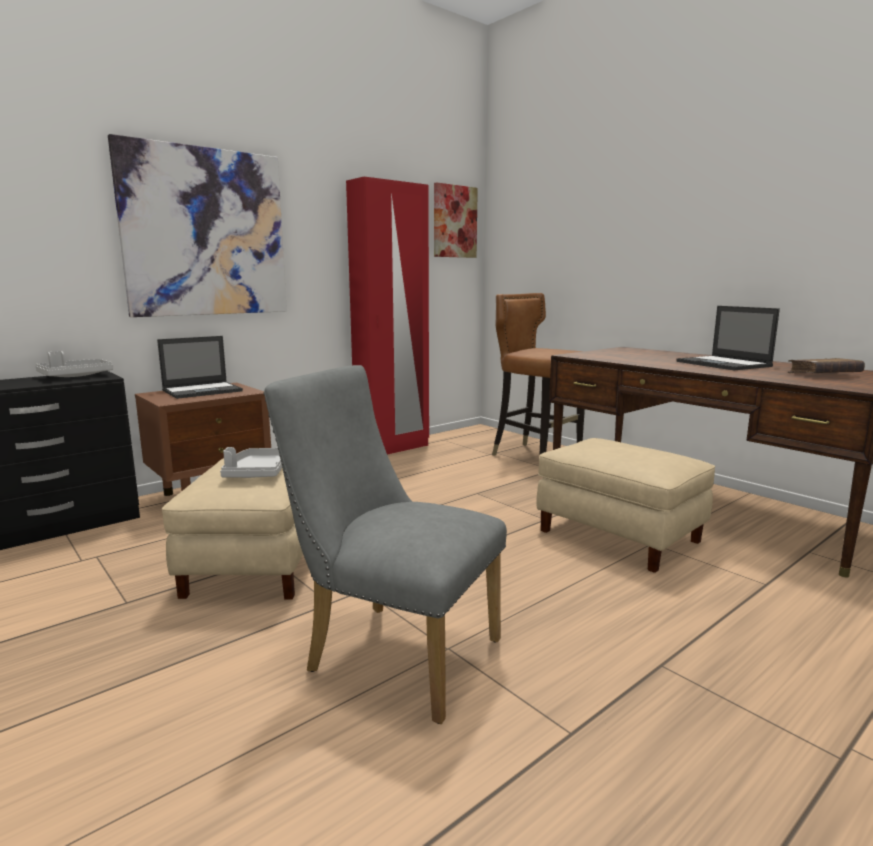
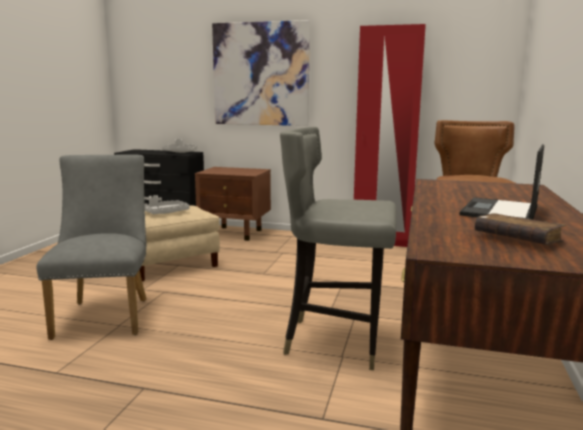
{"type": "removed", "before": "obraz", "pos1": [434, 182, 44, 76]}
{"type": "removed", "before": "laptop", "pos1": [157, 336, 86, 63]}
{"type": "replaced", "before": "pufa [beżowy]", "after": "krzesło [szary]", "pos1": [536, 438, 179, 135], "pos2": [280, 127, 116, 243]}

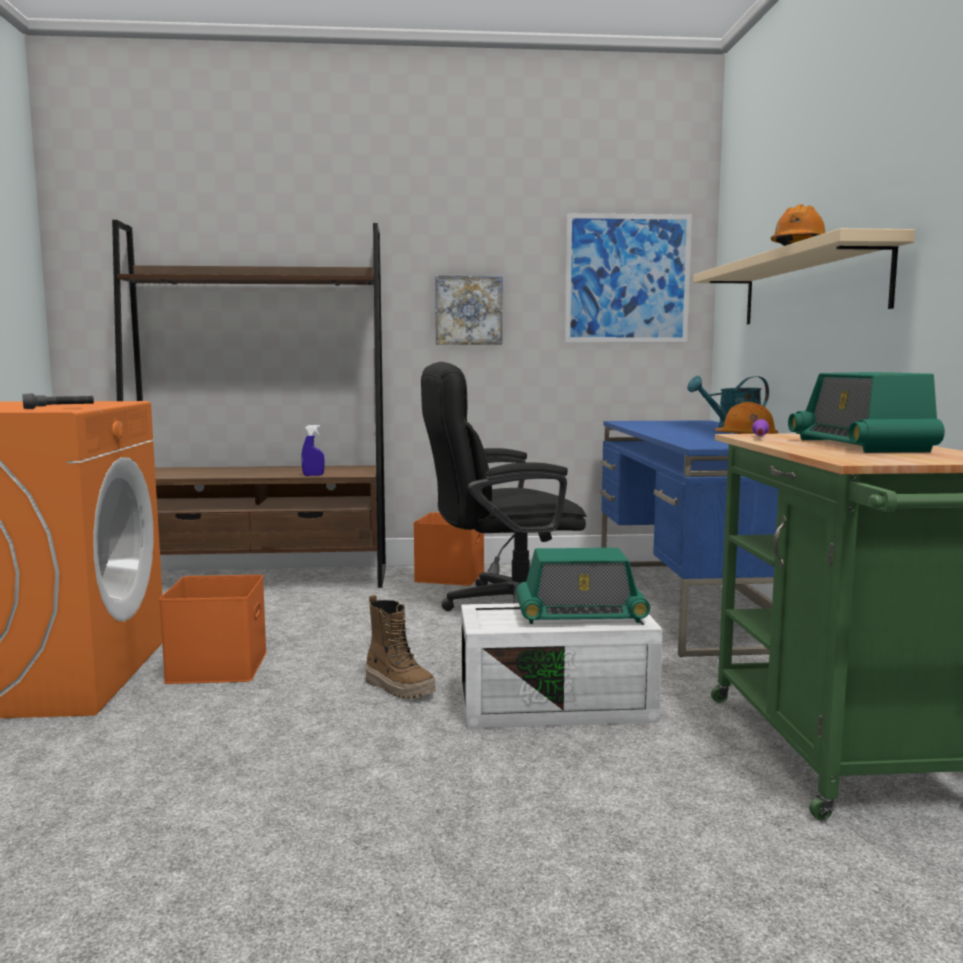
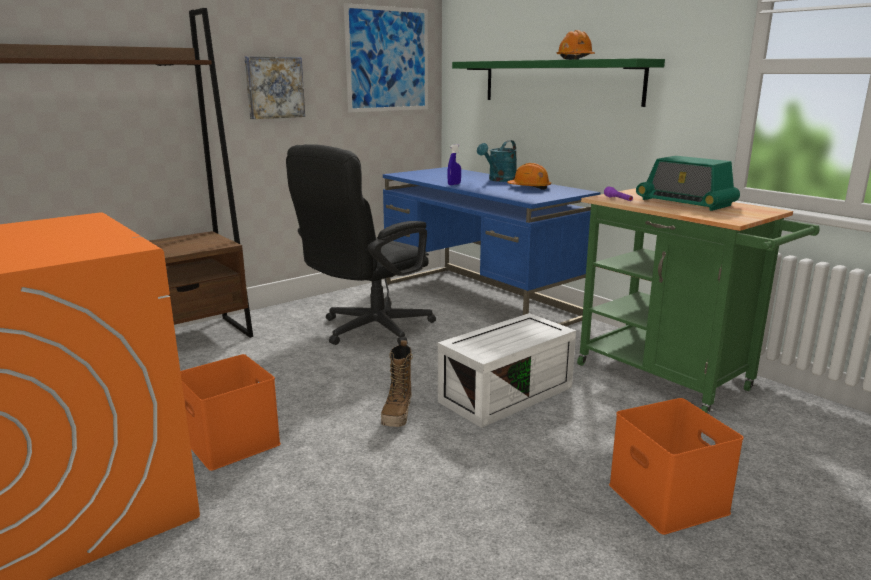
{"type": "recoloured", "before": "półka [beżowy]", "after": "półka [zielony]", "pos1": [693, 228, 222, 96], "pos2": [452, 58, 213, 49]}
{"type": "removed", "before": "latarka [szary]", "pos1": [23, 393, 71, 16]}
{"type": "moved", "before": "spryskiwacz [niebieski]", "pos1": [302, 425, 22, 51], "pos2": [447, 144, 14, 41]}
{"type": "moved", "before": "pojemnik do przechowywania [pomarańczowy]", "pos1": [413, 512, 71, 74], "pos2": [609, 398, 135, 137]}
{"type": "removed", "before": "radio", "pos1": [516, 548, 134, 76]}
{"type": "turned", "before": "but z cholewką", "pos1": [365, 595, 70, 105], "pos2": [381, 340, 32, 87], "turn": 90}

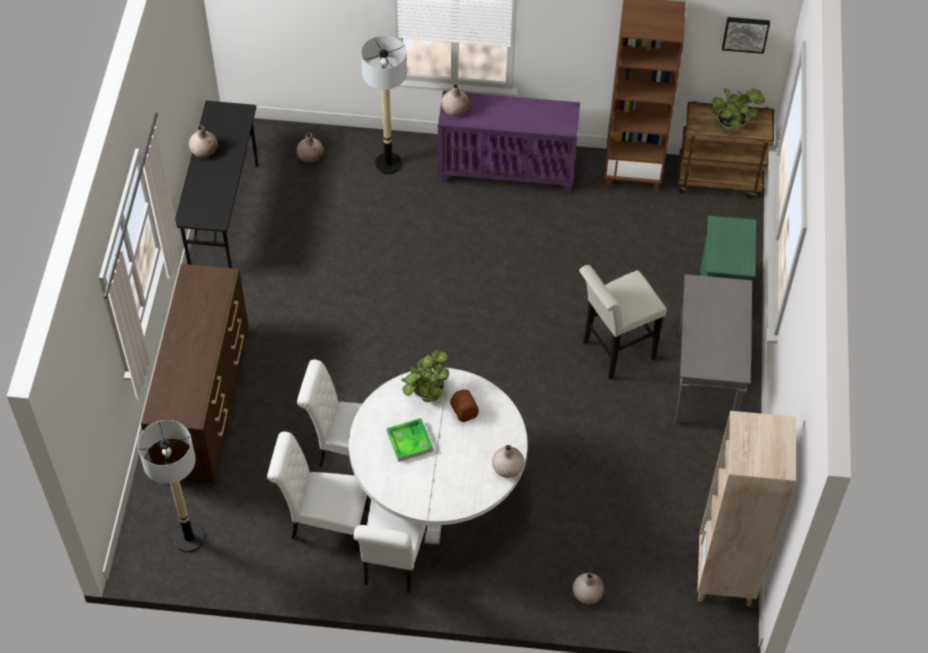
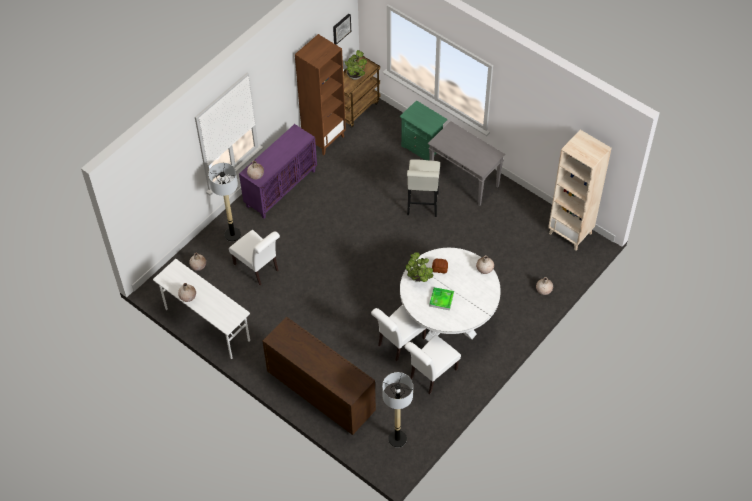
{"type": "recoloured", "before": "biurko [czarny]", "after": "biurko [biały]", "pos1": [175, 101, 84, 167], "pos2": [153, 259, 97, 100]}
{"type": "moved", "before": "krzesło [biały]", "pos1": [353, 499, 74, 94], "pos2": [229, 230, 51, 55]}

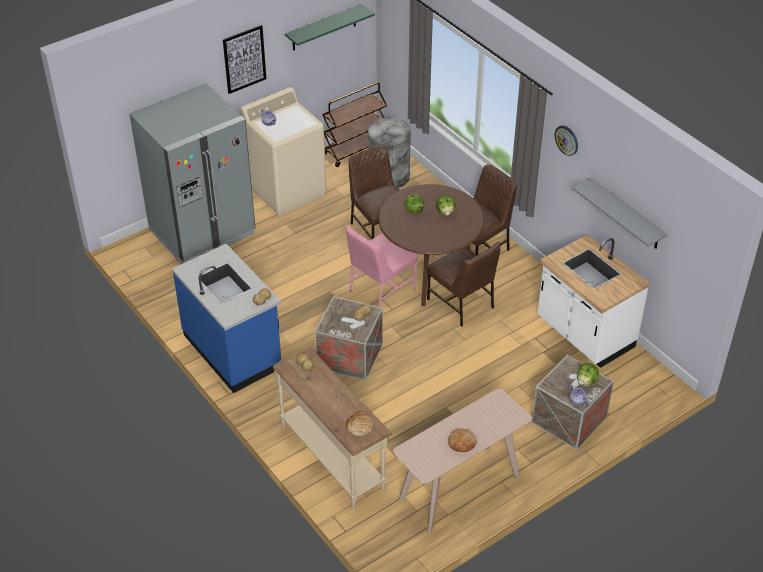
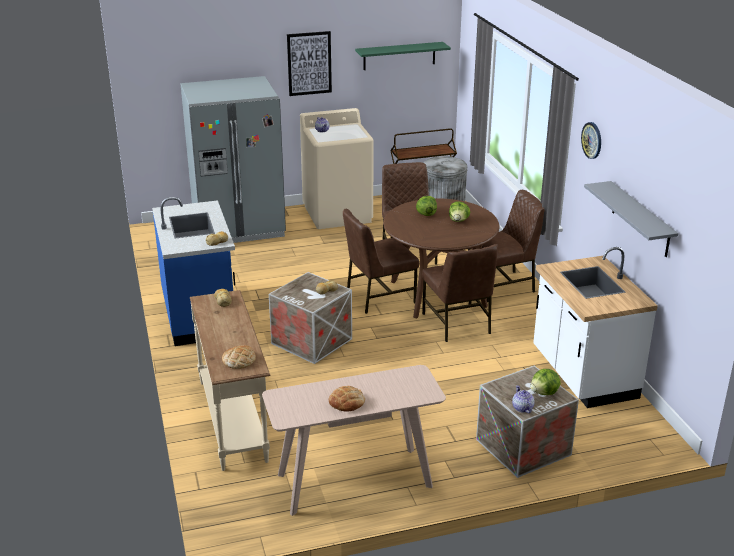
{"type": "recoloured", "before": "krzesło [różowy]", "after": "krzesło [brązowy]", "pos1": [346, 226, 72, 82], "pos2": [343, 209, 76, 105]}

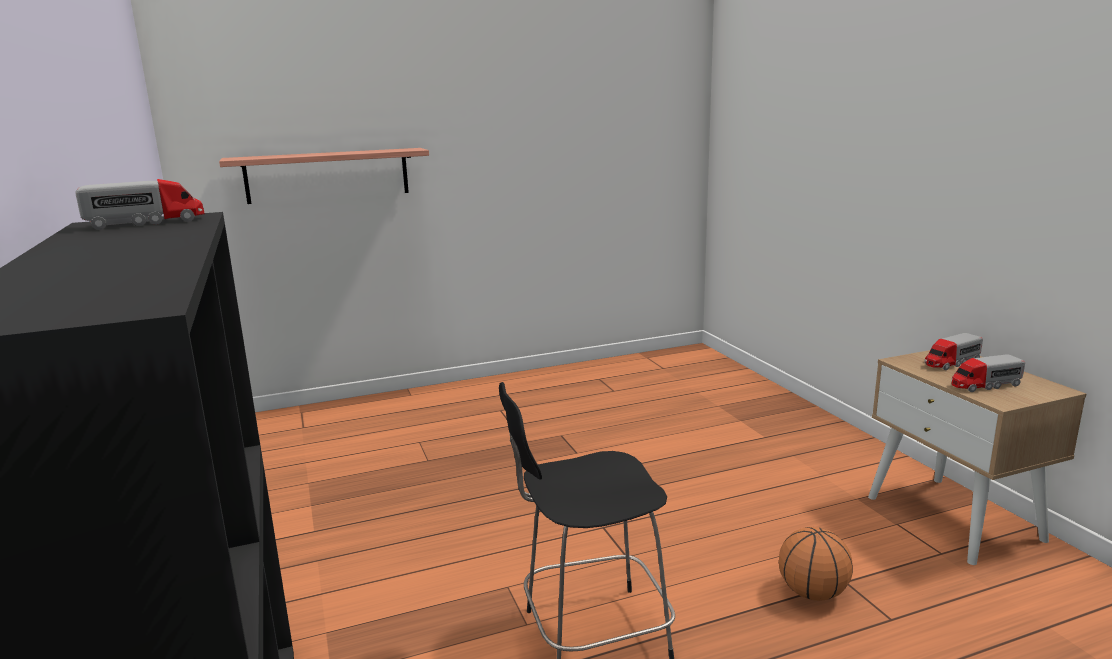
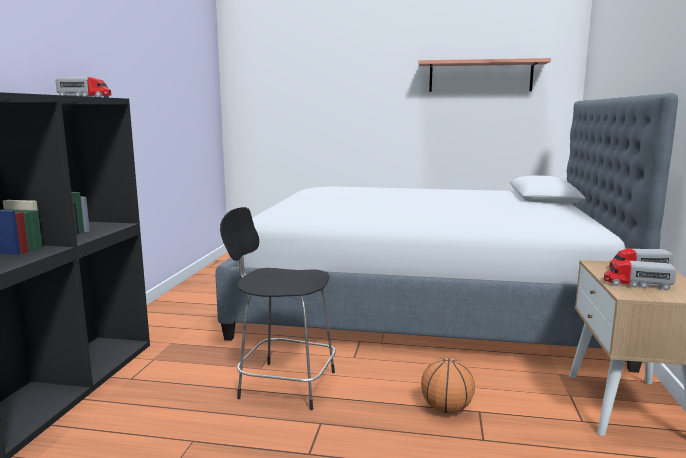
{"type": "moved", "before": "półka", "pos1": [219, 148, 210, 56], "pos2": [419, 58, 132, 34]}
{"type": "added", "after": "łóżko", "pos2": [216, 93, 462, 280]}

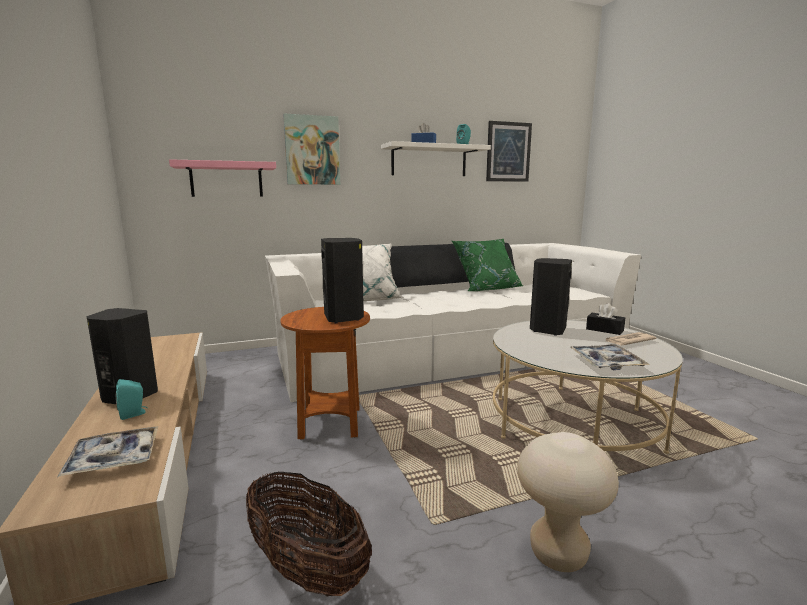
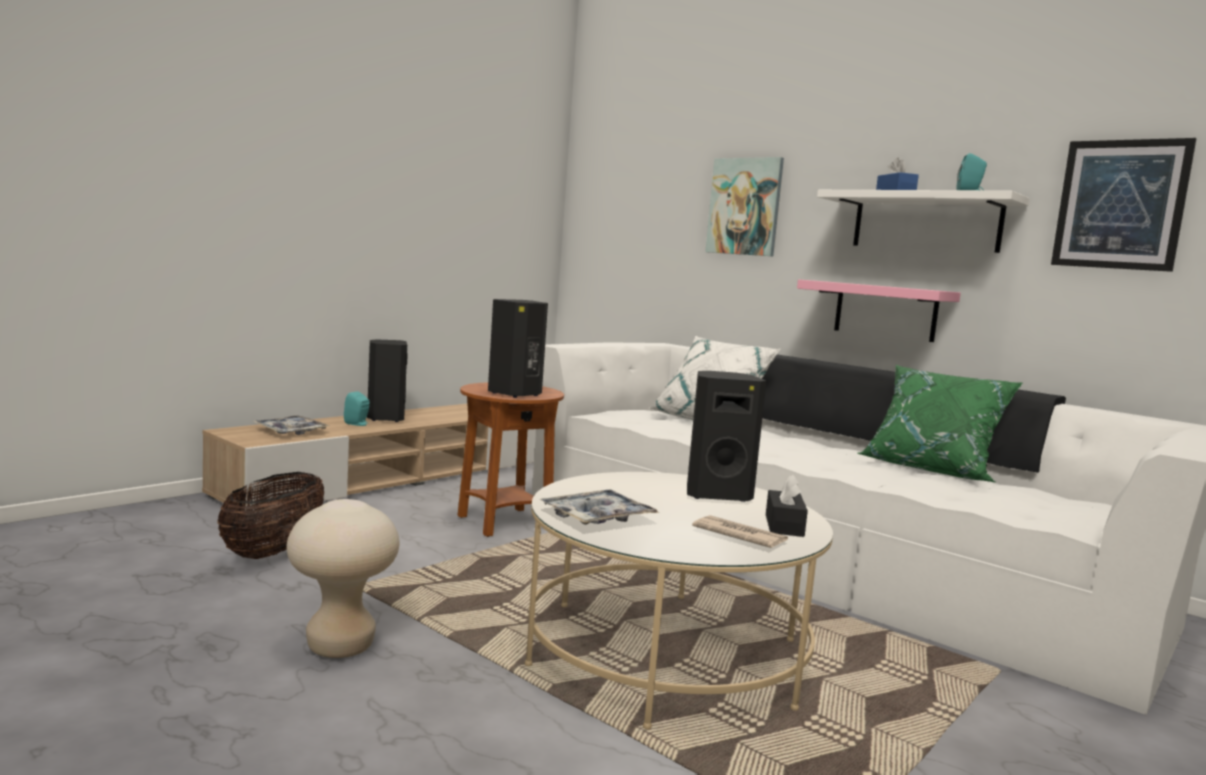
{"type": "moved", "before": "półka [różowy]", "pos1": [169, 159, 107, 38], "pos2": [797, 279, 164, 63]}

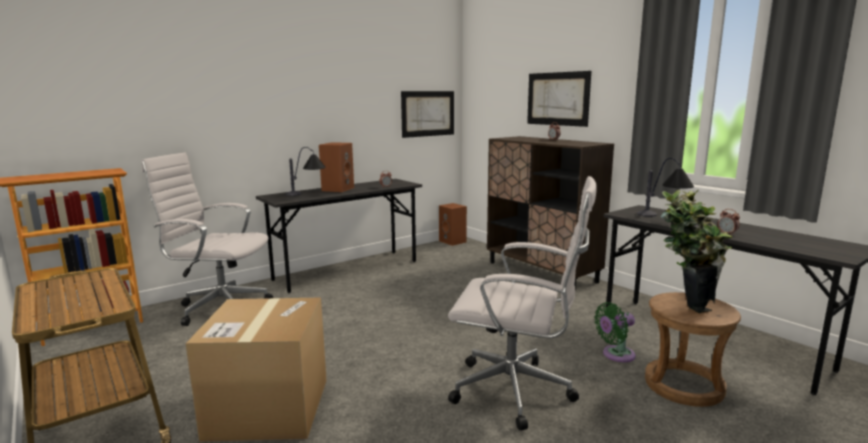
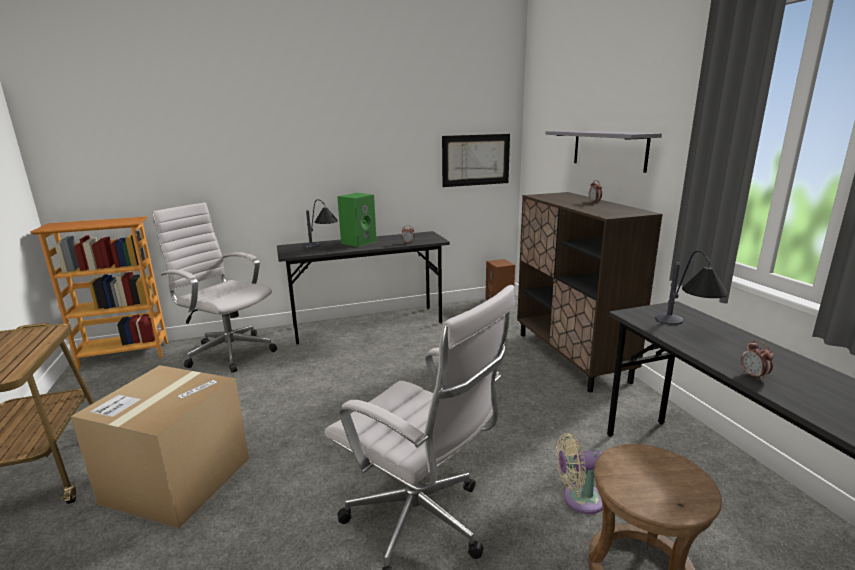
{"type": "replaced", "before": "obraz", "after": "półka [szary]", "pos1": [527, 71, 64, 56], "pos2": [545, 131, 117, 42]}
{"type": "recoloured", "before": "głośnik [brązowy]", "after": "głośnik [zielony]", "pos1": [319, 142, 35, 50], "pos2": [337, 193, 40, 54]}
{"type": "removed", "before": "roślina doniczkowa", "pos1": [661, 190, 72, 123]}
{"type": "recoloured", "before": "wentylator [zielony]", "after": "wentylator [beżowy]", "pos1": [594, 302, 42, 60], "pos2": [556, 433, 47, 81]}

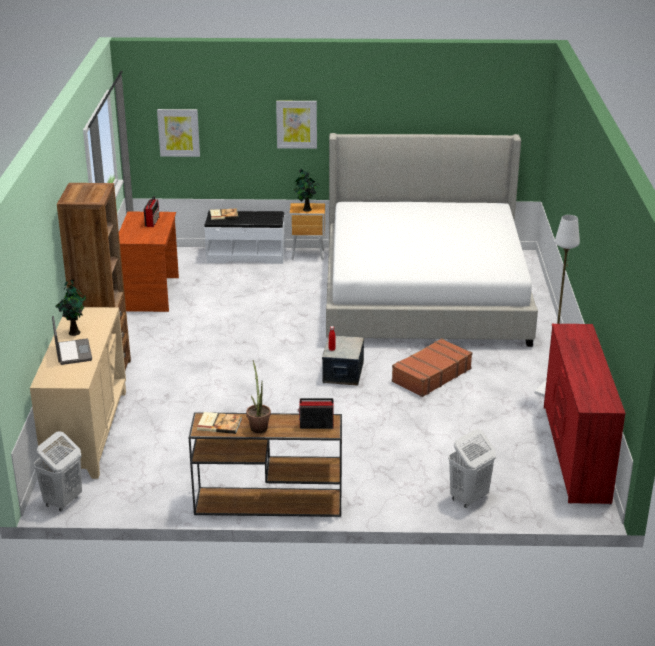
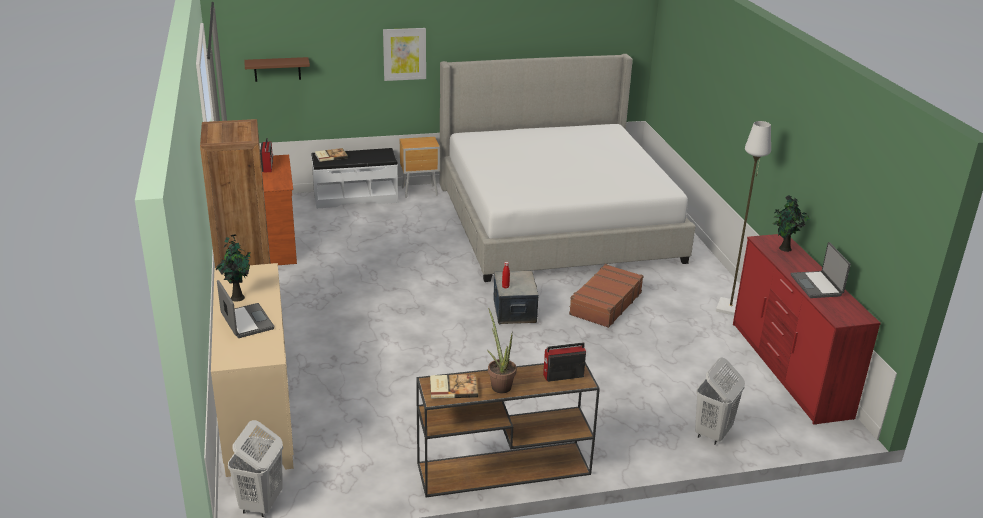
{"type": "replaced", "before": "obraz", "after": "półka [brązowy]", "pos1": [157, 109, 43, 48], "pos2": [244, 57, 66, 25]}
{"type": "moved", "before": "roślina doniczkowa", "pos1": [294, 169, 26, 43], "pos2": [773, 195, 37, 57]}
{"type": "added", "after": "laptop", "pos2": [791, 242, 60, 56]}

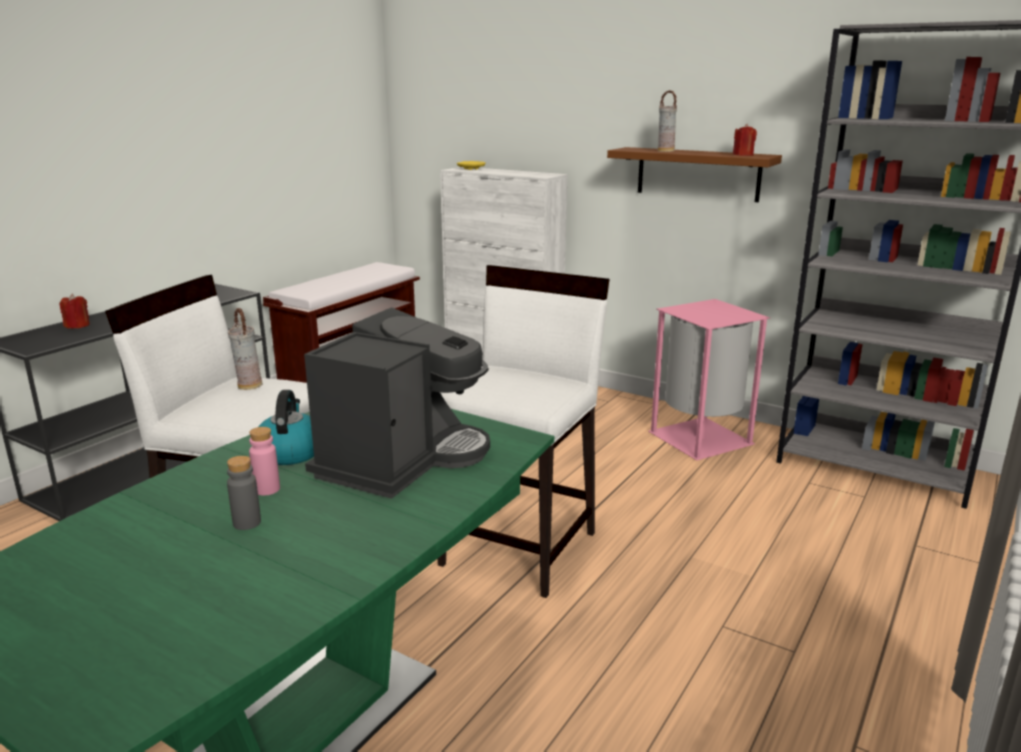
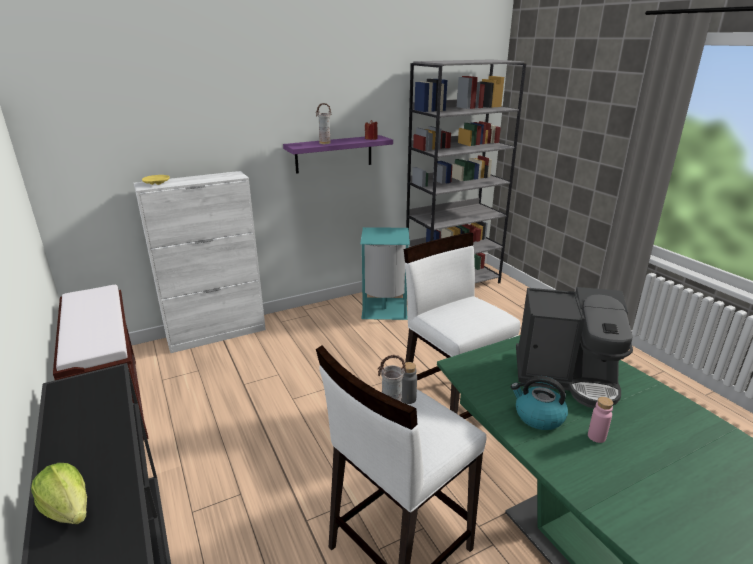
{"type": "recoloured", "before": "półka [brązowy]", "after": "półka [fioletowy]", "pos1": [607, 147, 175, 55], "pos2": [283, 135, 110, 39]}
{"type": "replaced", "before": "świeca [czerwony]", "after": "sałata", "pos1": [59, 293, 31, 36], "pos2": [31, 463, 56, 61]}
{"type": "recoloured", "before": "kosz na śmieci [różowy]", "after": "kosz na śmieci [turkusowy]", "pos1": [648, 299, 122, 162], "pos2": [360, 227, 50, 93]}
{"type": "turned", "before": "ekspres do kawy", "pos1": [304, 307, 186, 192], "pos2": [516, 287, 117, 121], "turn": 135}
{"type": "moved", "before": "butelka [szary]", "pos1": [227, 456, 34, 74], "pos2": [402, 362, 15, 42]}

